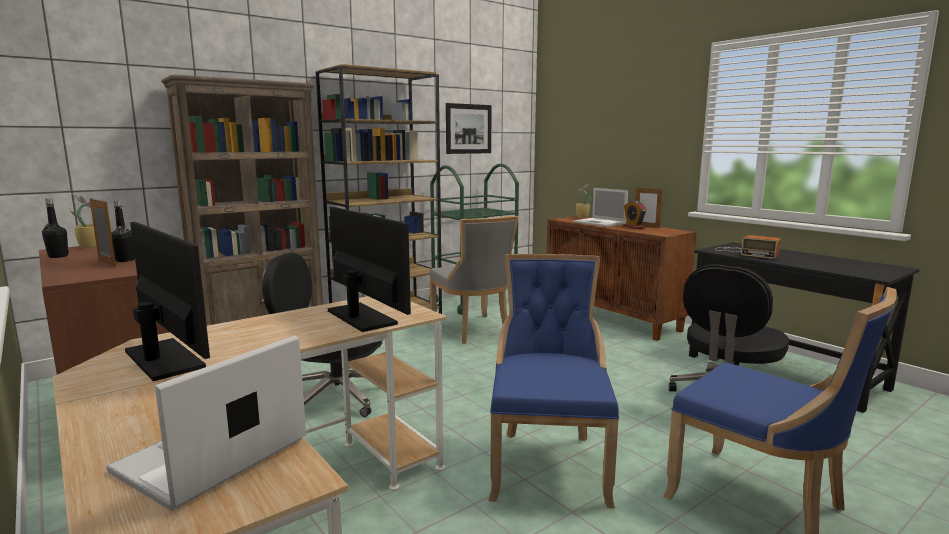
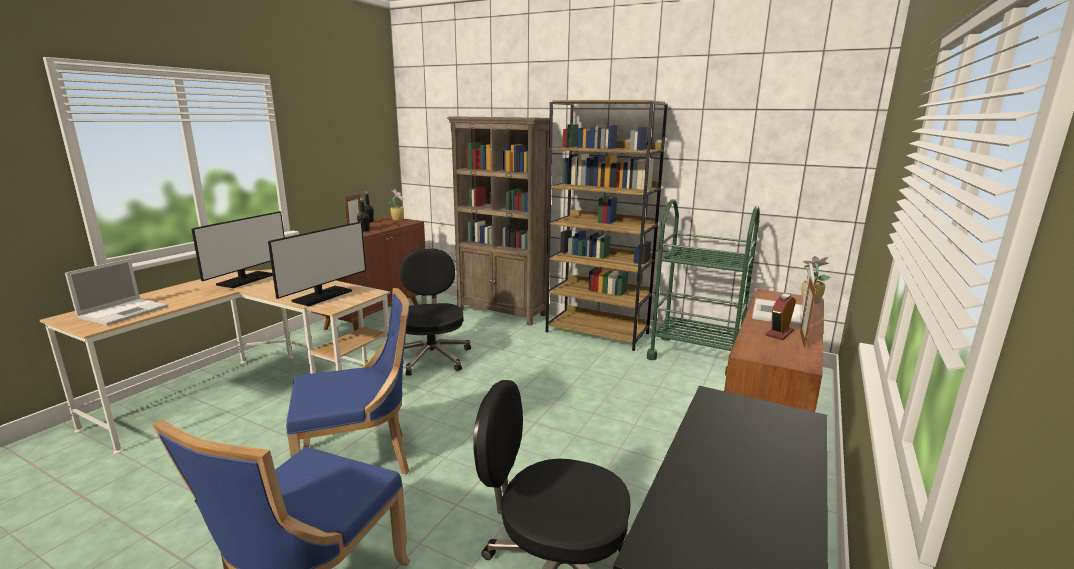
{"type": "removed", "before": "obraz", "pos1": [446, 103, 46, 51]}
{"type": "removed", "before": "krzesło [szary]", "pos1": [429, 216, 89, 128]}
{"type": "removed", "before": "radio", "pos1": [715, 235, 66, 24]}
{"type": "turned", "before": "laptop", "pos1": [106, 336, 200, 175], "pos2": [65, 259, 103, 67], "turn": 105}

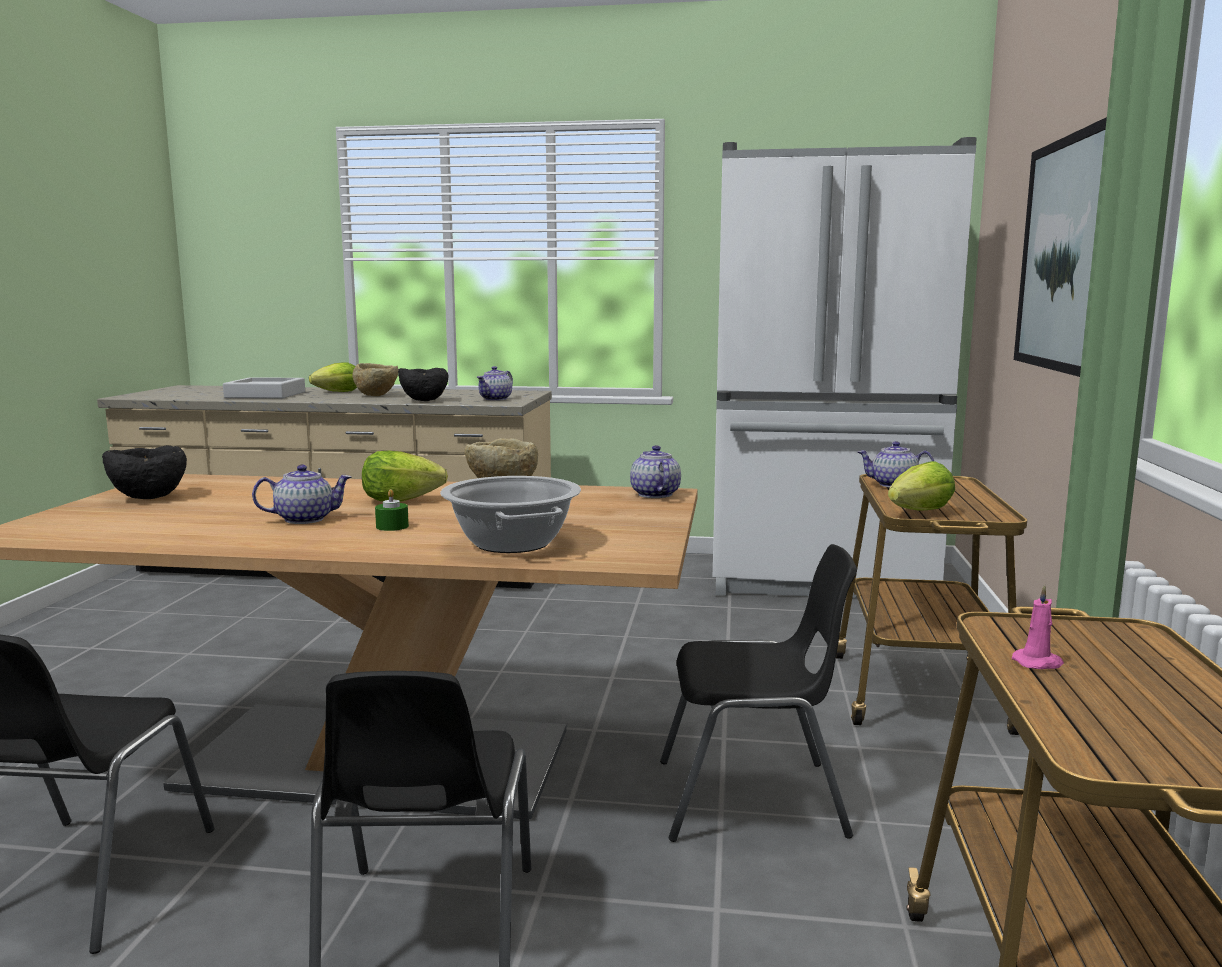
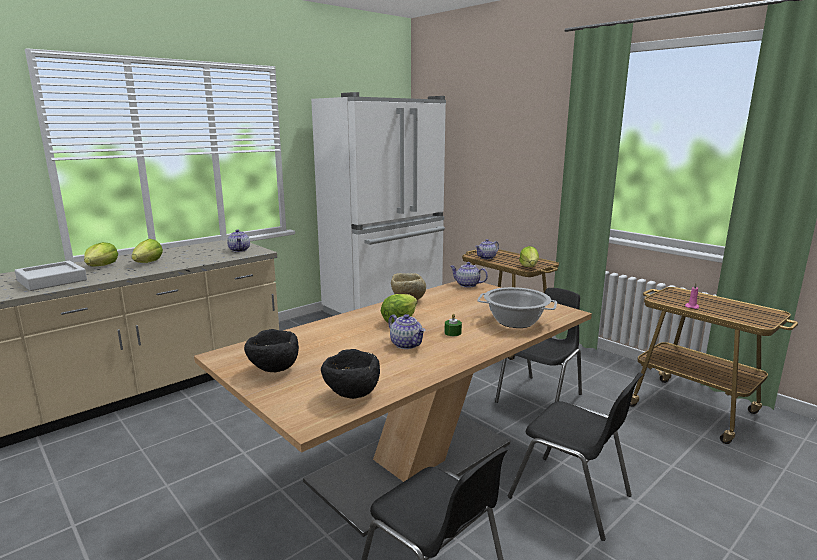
{"type": "removed", "before": "obraz", "pos1": [1014, 117, 93, 260]}
{"type": "replaced", "before": "miska [beżowy]", "after": "sałata", "pos1": [352, 363, 47, 33], "pos2": [132, 239, 31, 24]}
{"type": "moved", "before": "miska [czarny]", "pos1": [398, 368, 51, 33], "pos2": [321, 349, 59, 50]}
{"type": "turned", "before": "imbryk", "pos1": [252, 465, 100, 59], "pos2": [388, 314, 38, 35], "turn": 120}

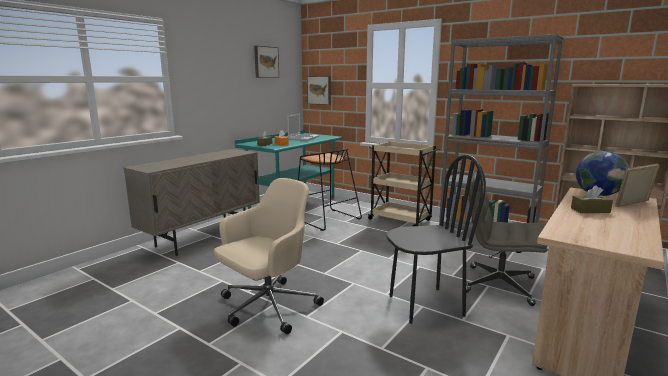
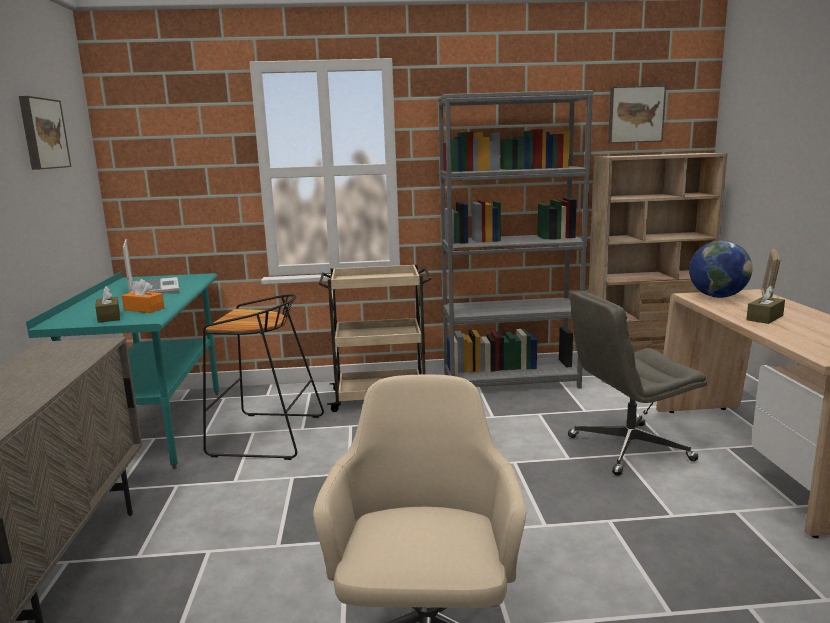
{"type": "moved", "before": "obraz", "pos1": [307, 76, 24, 29], "pos2": [608, 85, 58, 58]}
{"type": "removed", "before": "krzesło [czarny]", "pos1": [386, 154, 100, 170]}

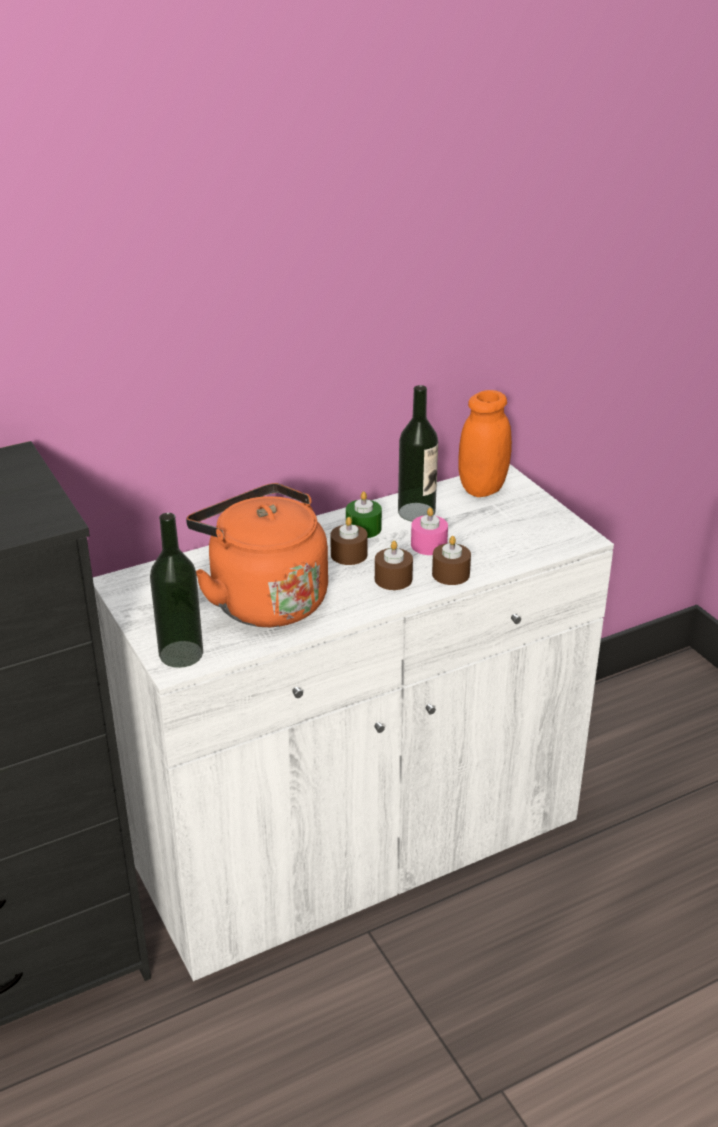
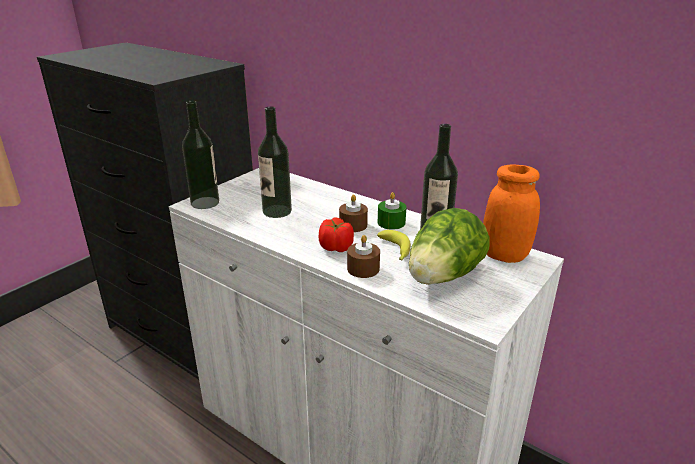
{"type": "replaced", "before": "czajnik [pomarańczowy]", "after": "butelka", "pos1": [186, 483, 142, 144], "pos2": [258, 106, 34, 112]}
{"type": "replaced", "before": "świeca [różowy]", "after": "banan", "pos1": [411, 507, 37, 48], "pos2": [377, 230, 34, 31]}
{"type": "replaced", "before": "świeca [brązowy]", "after": "pomidor", "pos1": [375, 541, 38, 49], "pos2": [318, 217, 36, 35]}
{"type": "added", "after": "sałata", "pos2": [409, 208, 81, 77]}

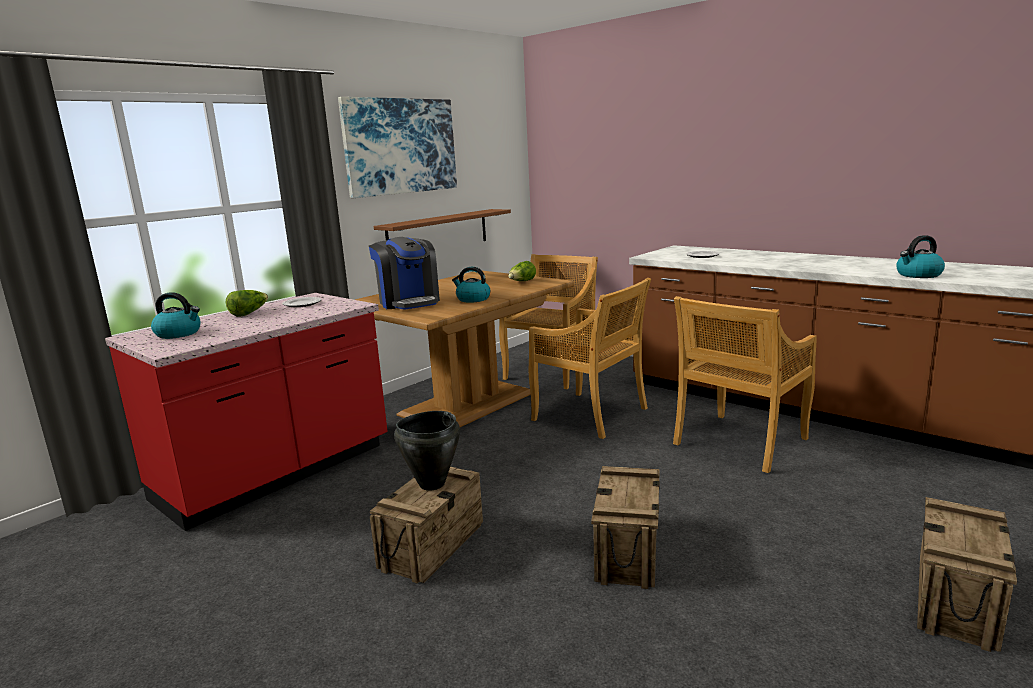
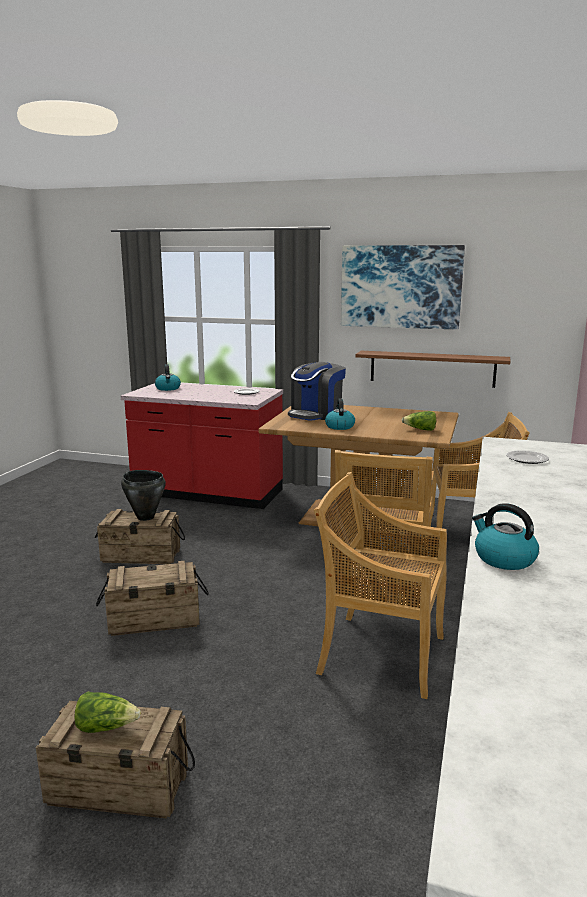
{"type": "moved", "before": "sałata", "pos1": [226, 290, 42, 27], "pos2": [75, 692, 66, 41]}

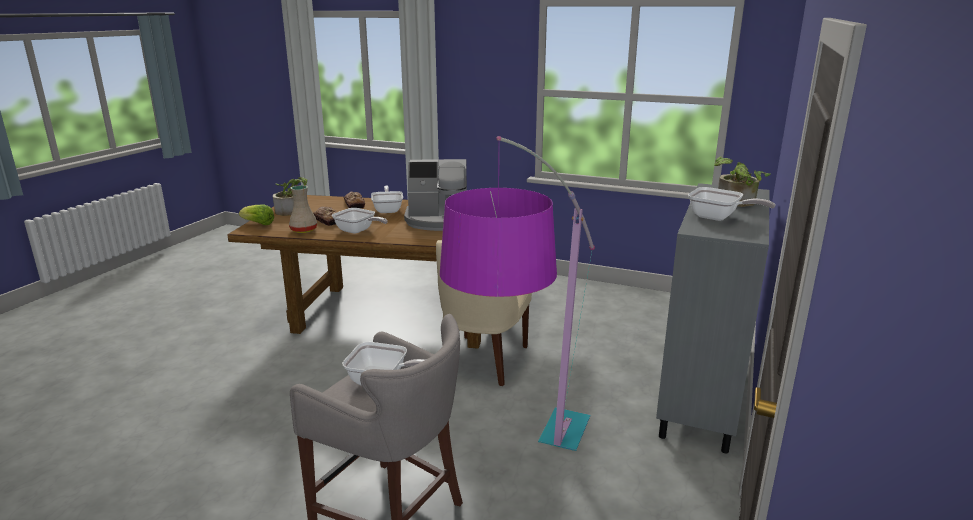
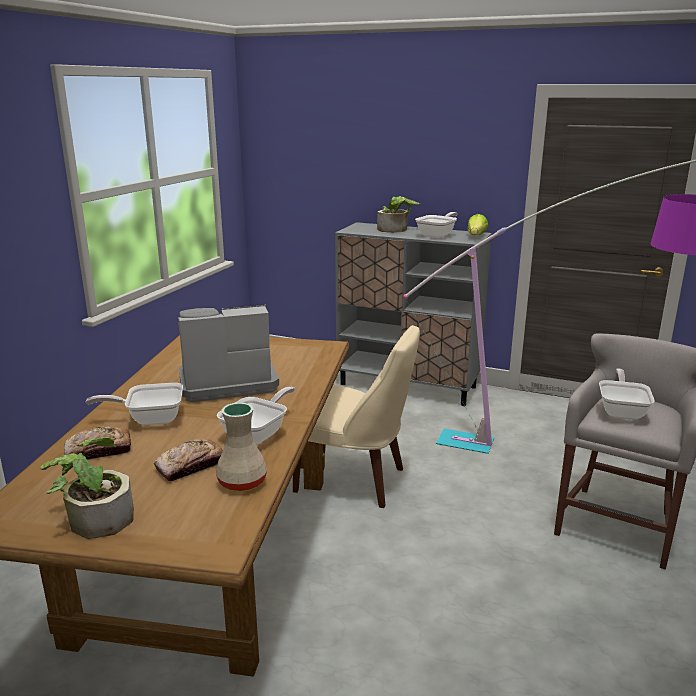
{"type": "turned", "before": "ekspres do kawy", "pos1": [404, 159, 63, 72], "pos2": [178, 305, 101, 97], "turn": -105}
{"type": "moved", "before": "sałata", "pos1": [239, 205, 35, 20], "pos2": [467, 214, 21, 21]}

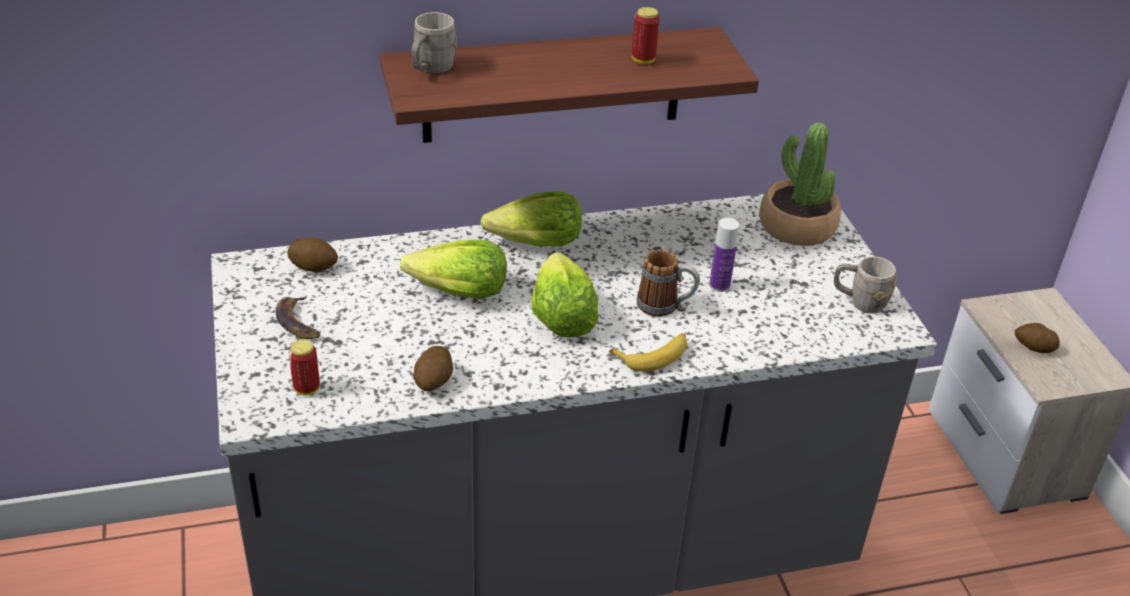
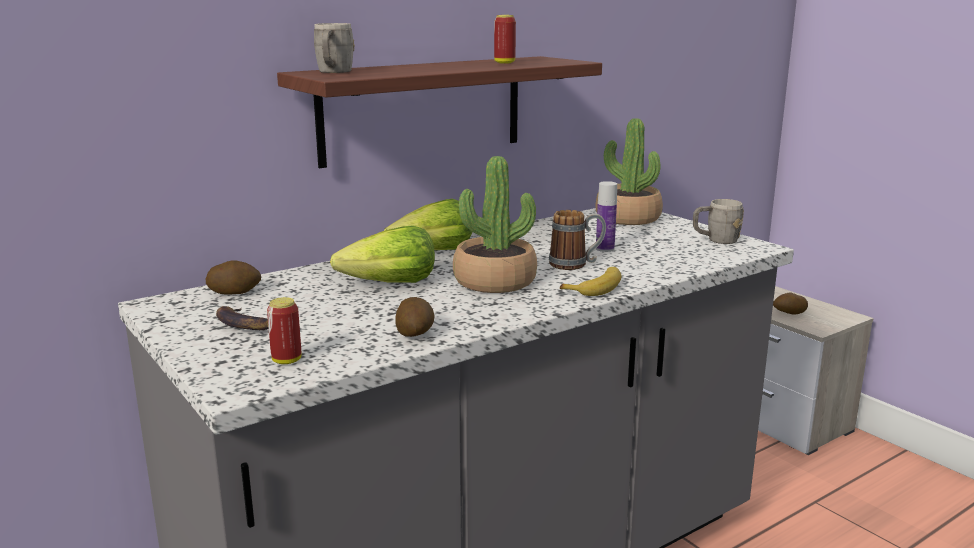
{"type": "replaced", "before": "sałata", "after": "roślina doniczkowa", "pos1": [532, 252, 67, 86], "pos2": [453, 156, 84, 137]}

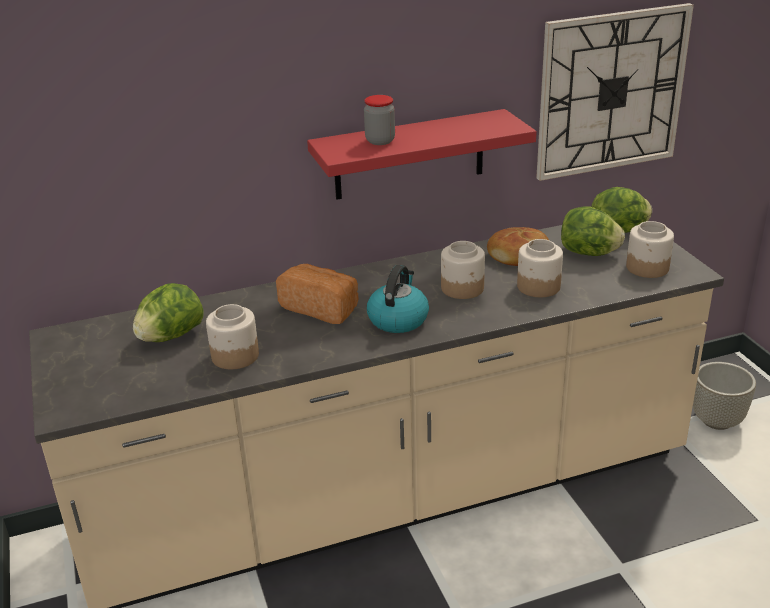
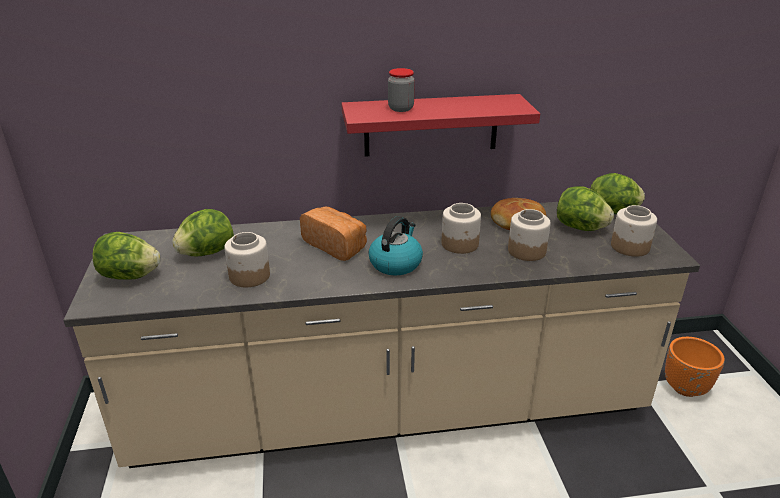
{"type": "removed", "before": "zegar ścienny", "pos1": [536, 3, 158, 178]}
{"type": "recoloured", "before": "donica [szary]", "after": "donica [pomarańczowy]", "pos1": [693, 362, 63, 68], "pos2": [665, 337, 60, 60]}
{"type": "added", "after": "sałata", "pos2": [93, 232, 67, 48]}

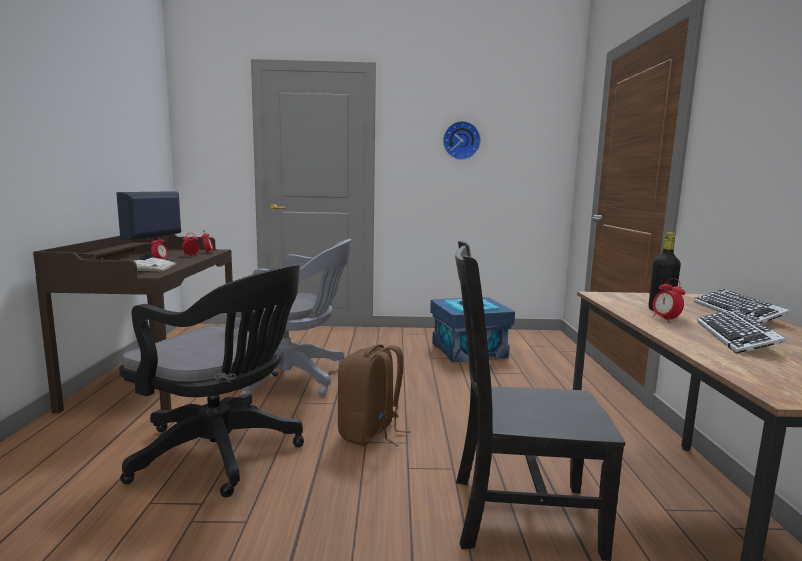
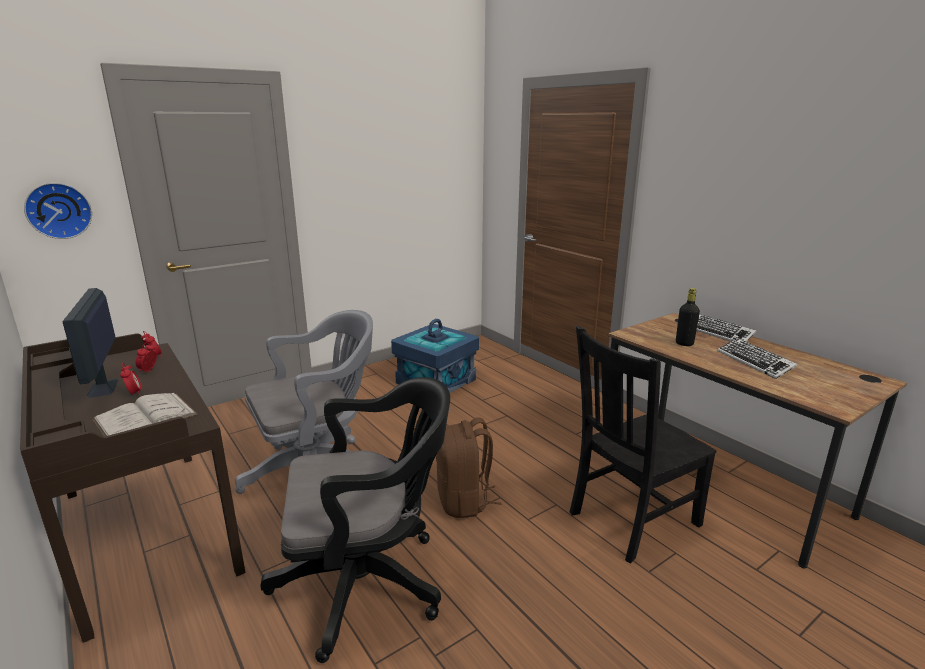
{"type": "moved", "before": "zegar ścienny", "pos1": [443, 121, 38, 39], "pos2": [24, 183, 68, 56]}
{"type": "removed", "before": "budzik", "pos1": [652, 278, 33, 44]}

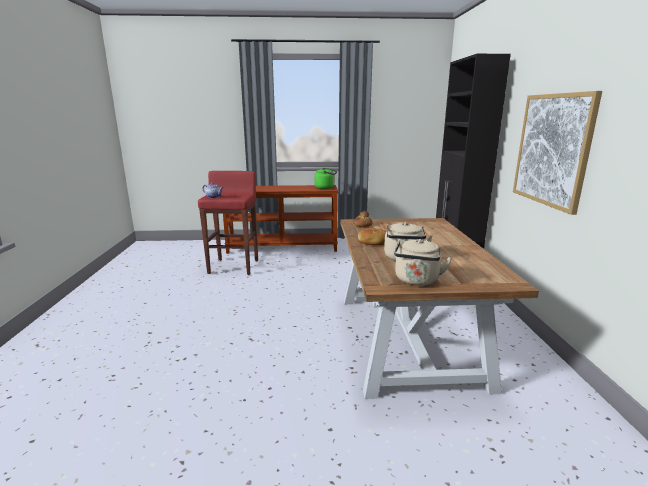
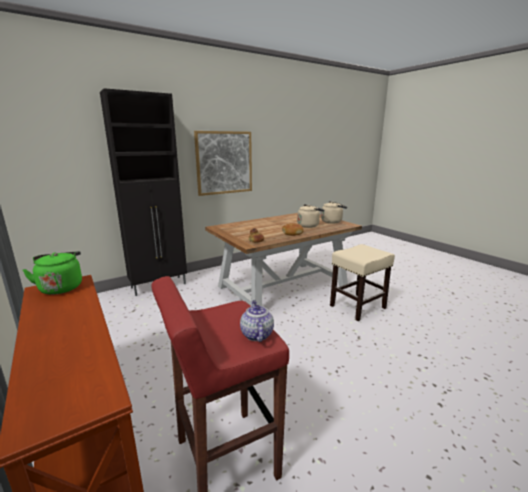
{"type": "added", "after": "stołek [beżowy]", "pos2": [330, 244, 65, 77]}

